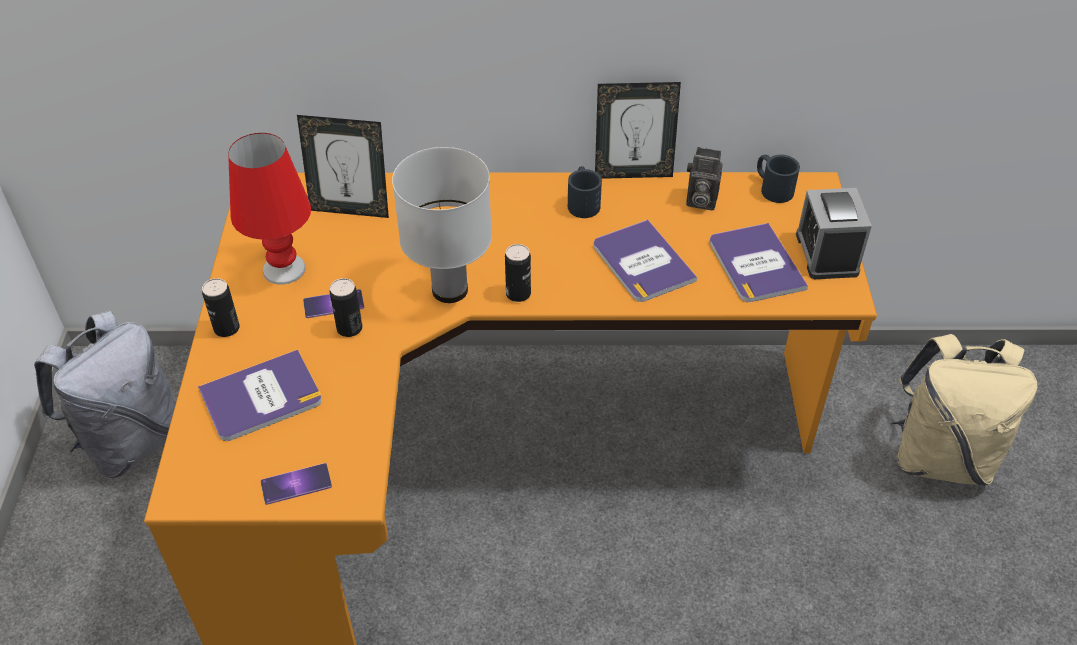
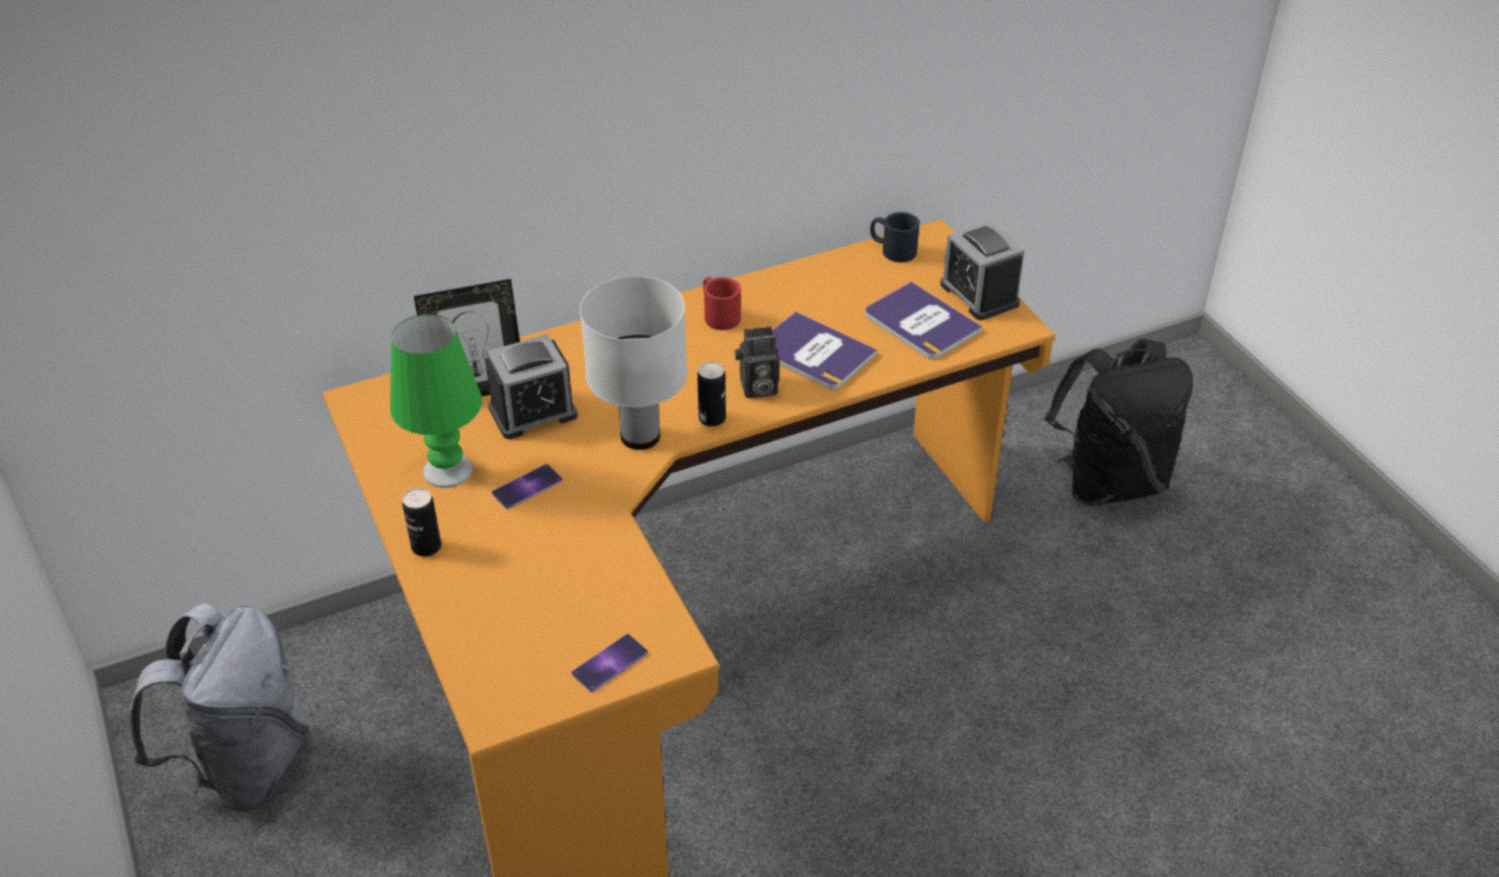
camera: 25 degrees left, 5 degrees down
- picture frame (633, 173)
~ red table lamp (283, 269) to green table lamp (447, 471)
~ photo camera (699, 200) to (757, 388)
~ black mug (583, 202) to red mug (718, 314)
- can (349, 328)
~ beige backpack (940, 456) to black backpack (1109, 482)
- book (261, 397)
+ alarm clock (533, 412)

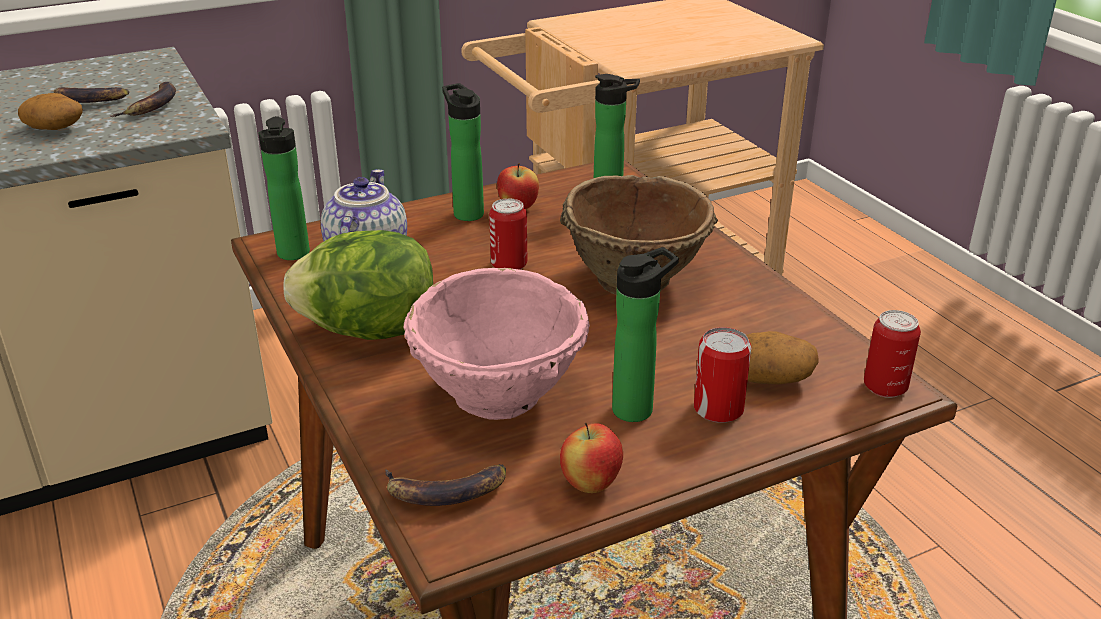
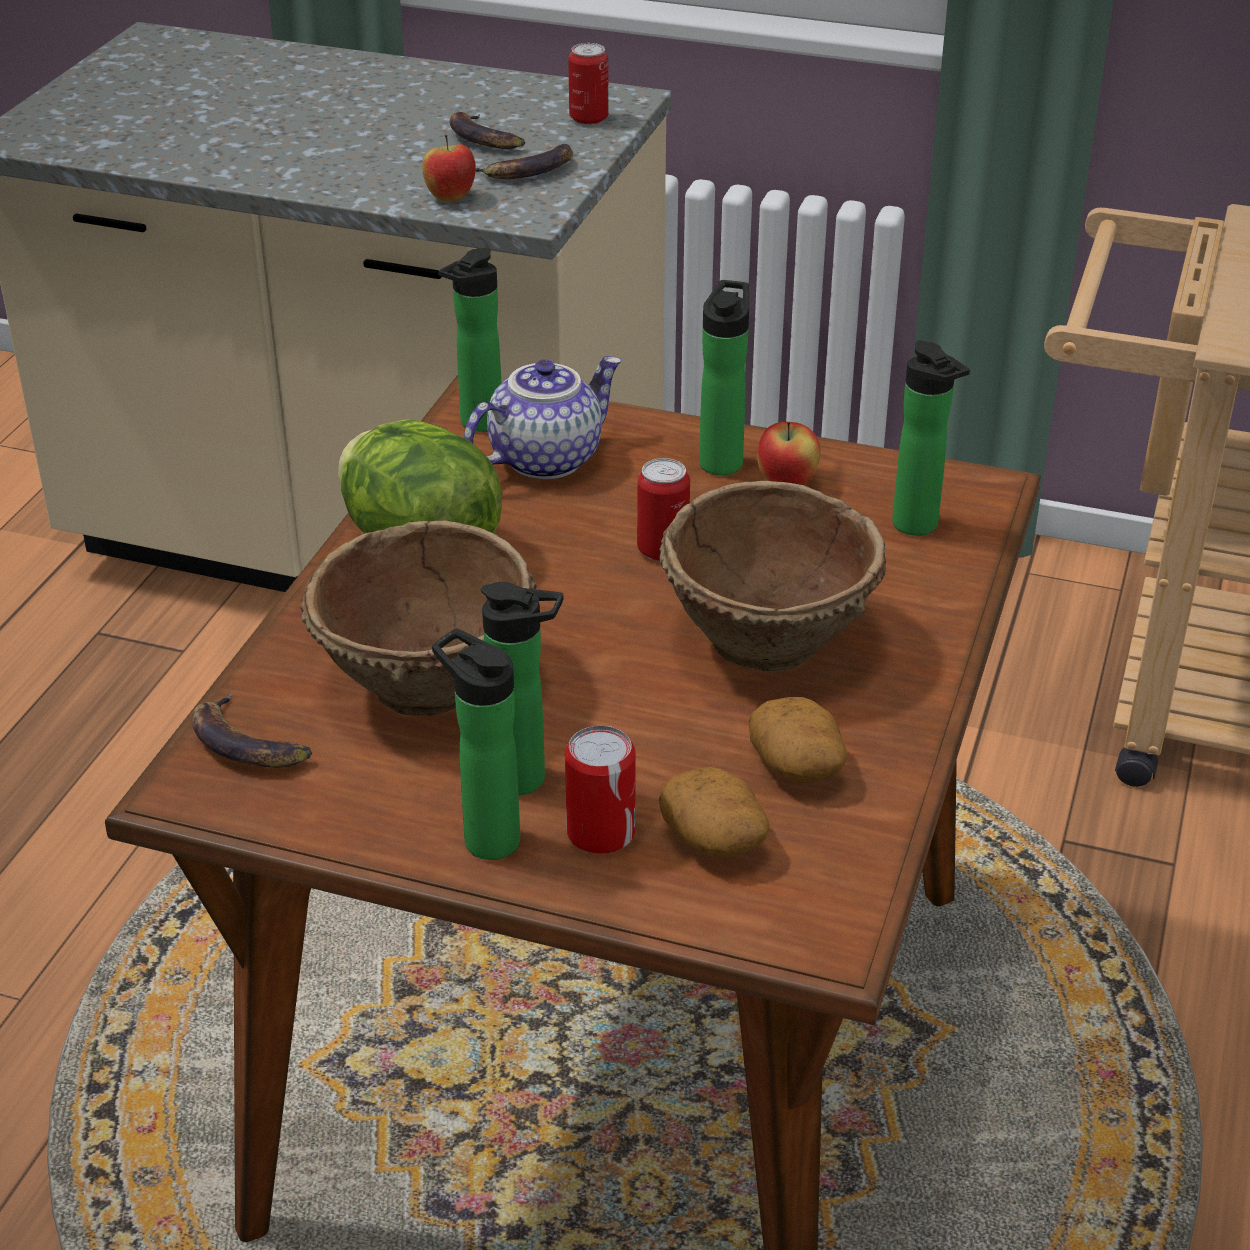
camera: 45 degrees right, 5 degrees up
~ potato (56, 128) to (798, 765)
~ pink bowl (501, 396) to brown bowl (427, 687)
~ can (885, 387) to (589, 118)
~ apple (590, 484) to (450, 198)
+ bottle (485, 837)

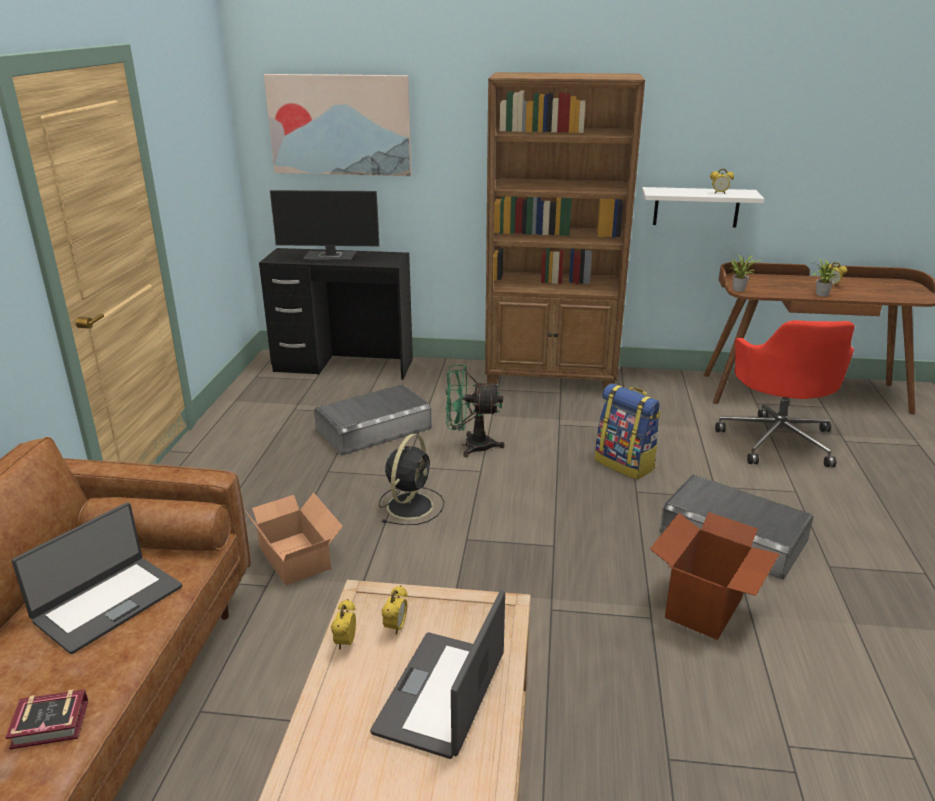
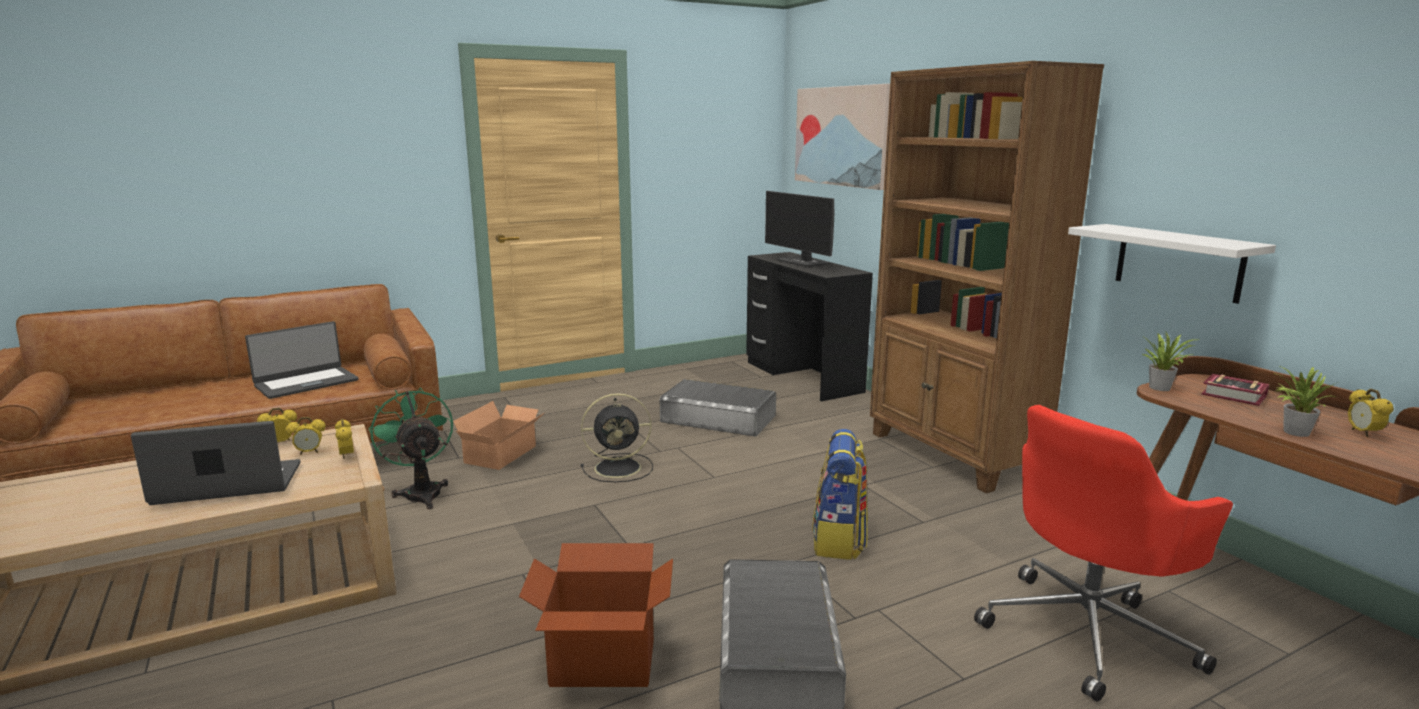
camera: 55 degrees right, 10 degrees down
~ alarm clock (719, 193) to (347, 455)
~ green fan (470, 446) to (421, 492)
~ laptop (107, 603) = (306, 383) 45 degrees counterclockwise
~ book (53, 725) to (1236, 396)

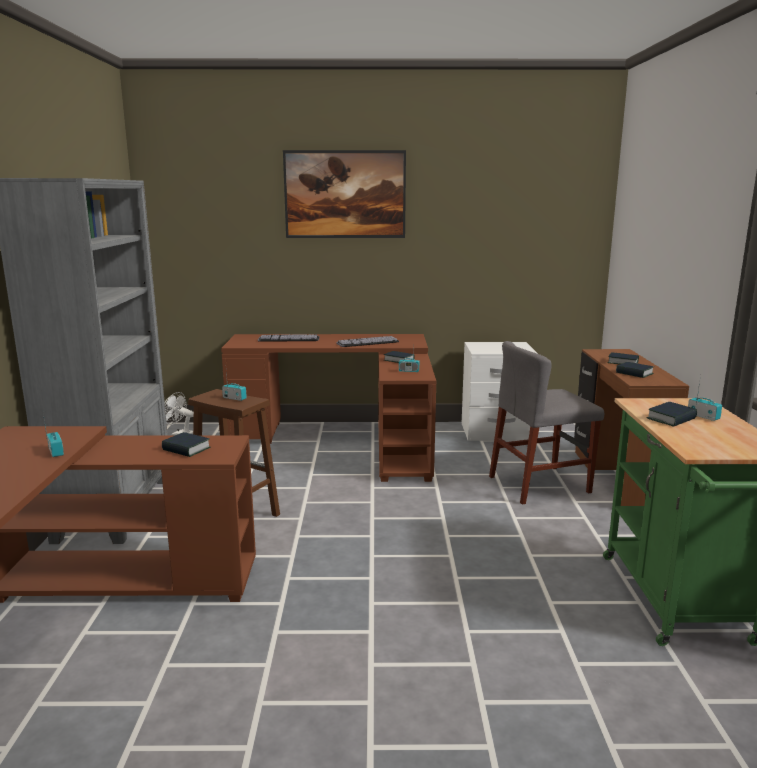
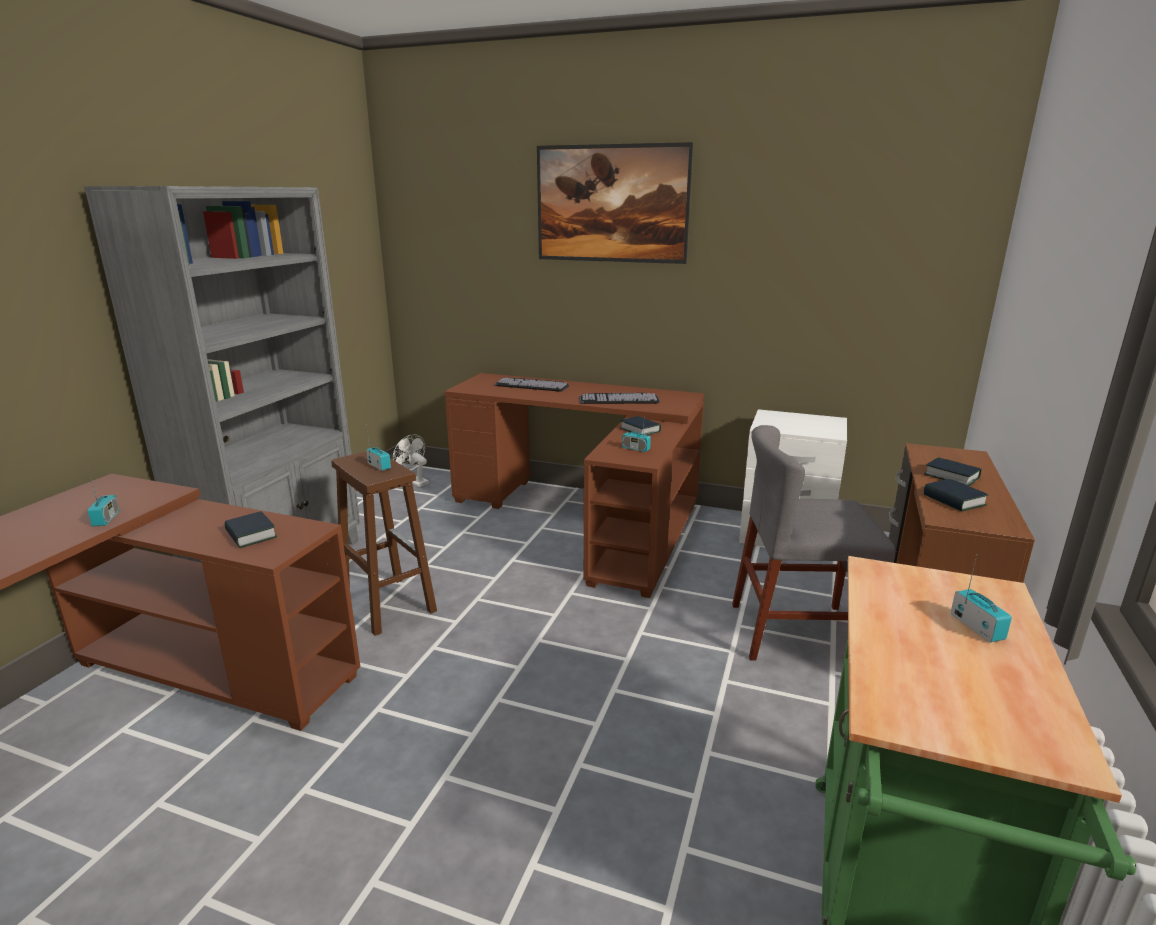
camera: 20 degrees right, 5 degrees up
- book (671, 419)

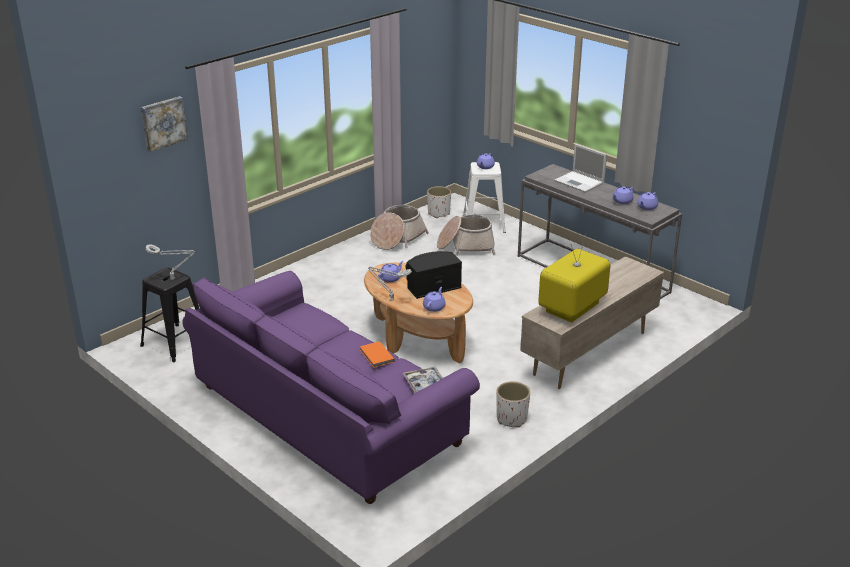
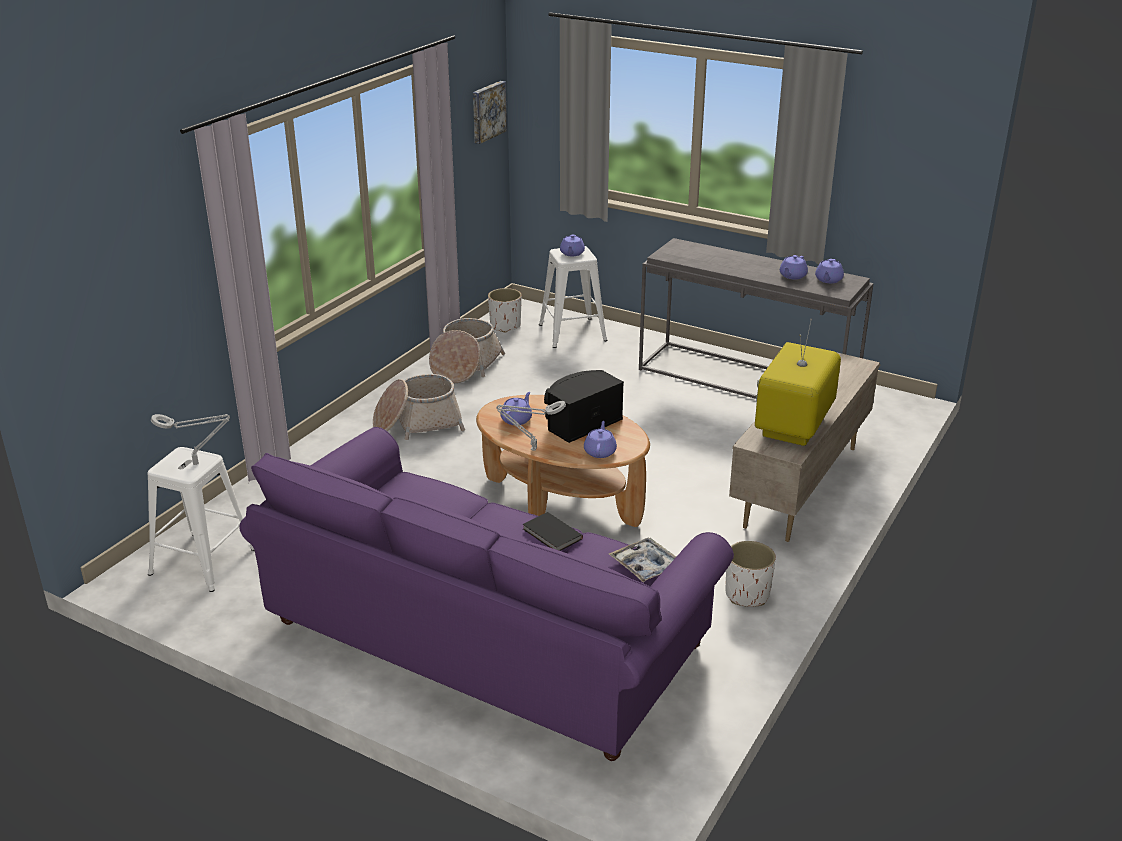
camera: 15 degrees left, 0 degrees up
~ picture (163, 123) to (487, 111)
- laptop (580, 182)
~ basket (465, 246) to (417, 423)
~ black stool (175, 342) to white stool (202, 560)
~ orange book (376, 356) to black book (551, 535)

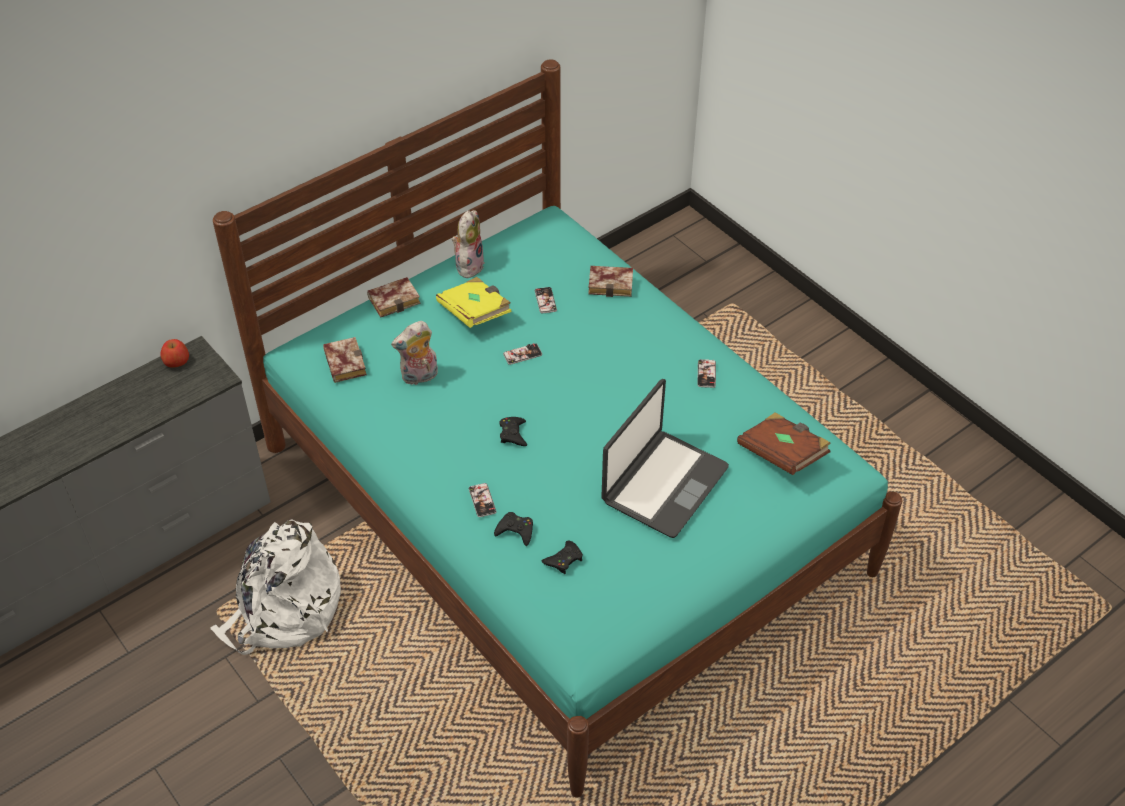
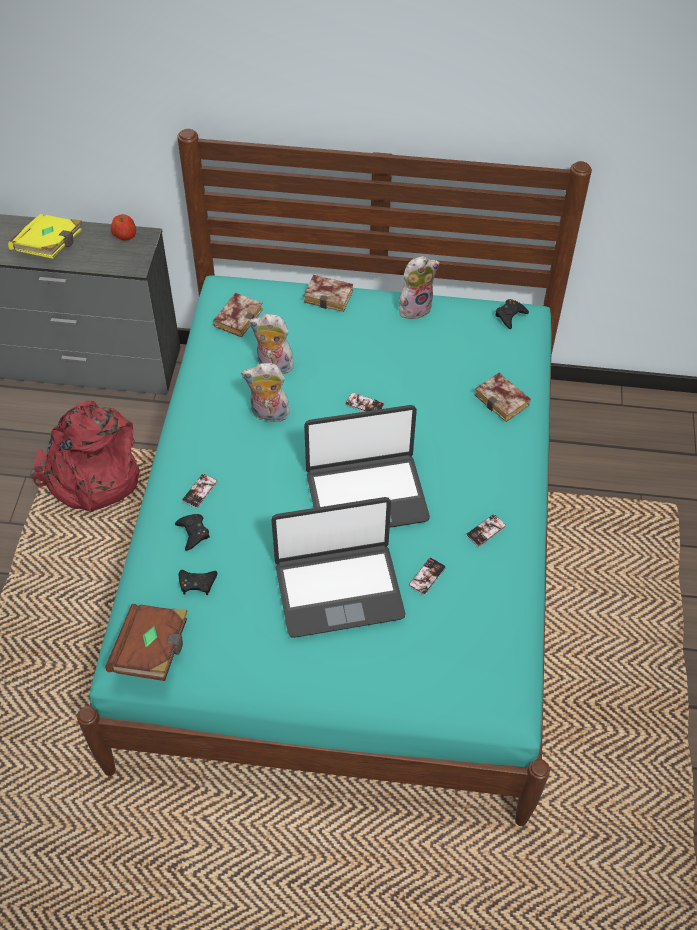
camera: 45 degrees right, 5 degrees up
~ yellow book (475, 313) to (50, 247)
~ phone (545, 300) to (427, 576)
~ brown book (782, 454) to (152, 650)
~ black game controller (513, 434) to (510, 316)
~ white backpack (284, 611) to red backpack (91, 476)
+ plush toy (268, 414)
+ laptop (366, 495)

